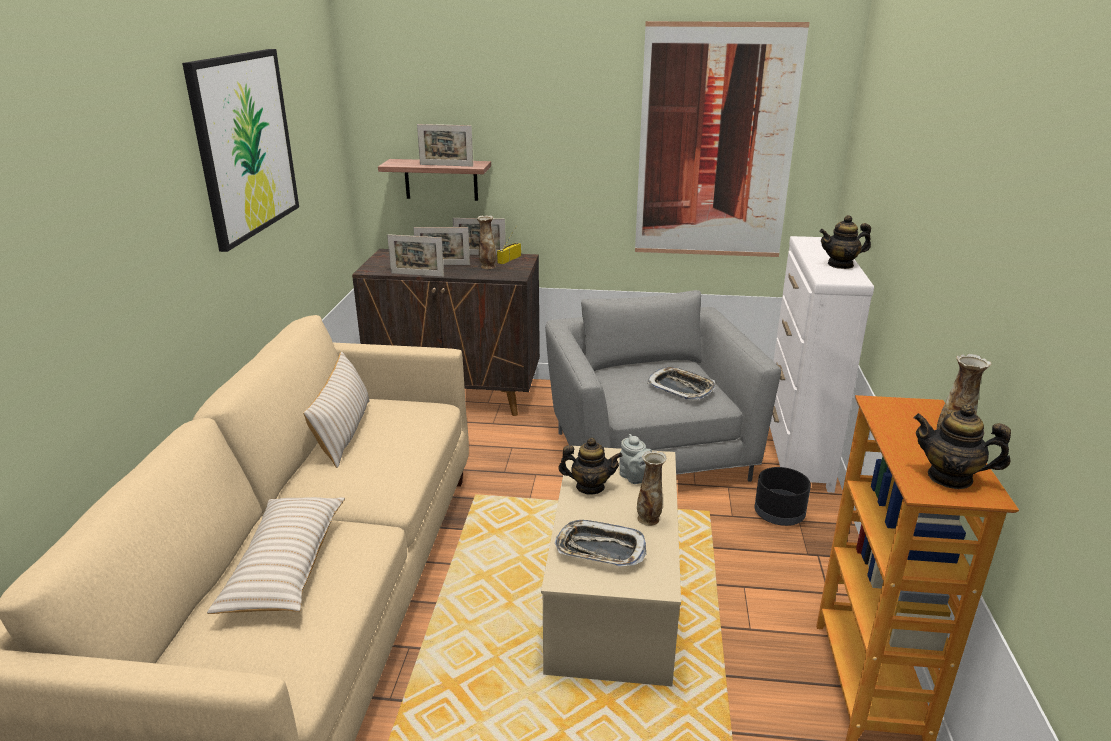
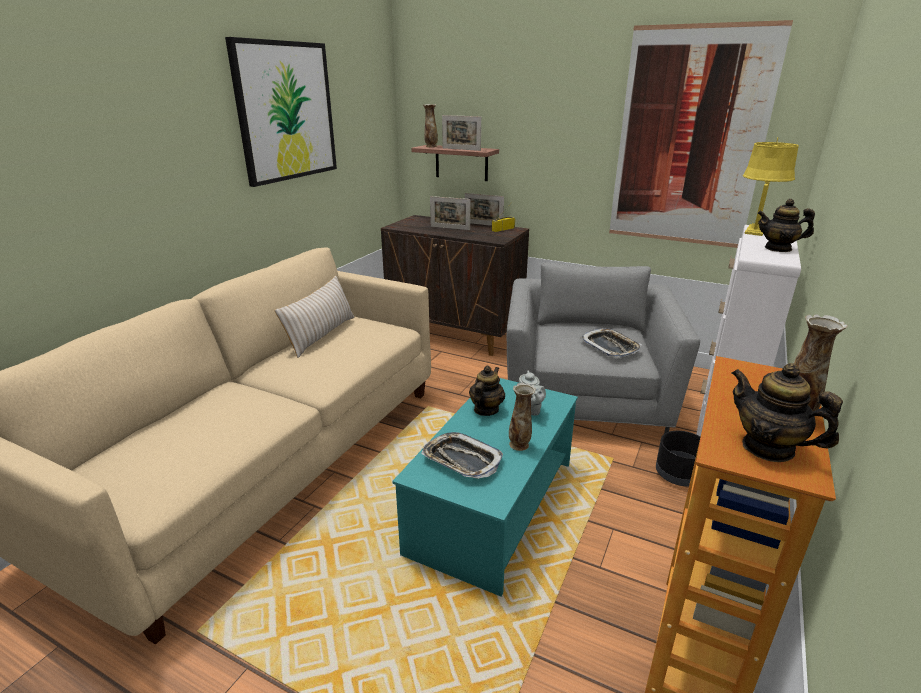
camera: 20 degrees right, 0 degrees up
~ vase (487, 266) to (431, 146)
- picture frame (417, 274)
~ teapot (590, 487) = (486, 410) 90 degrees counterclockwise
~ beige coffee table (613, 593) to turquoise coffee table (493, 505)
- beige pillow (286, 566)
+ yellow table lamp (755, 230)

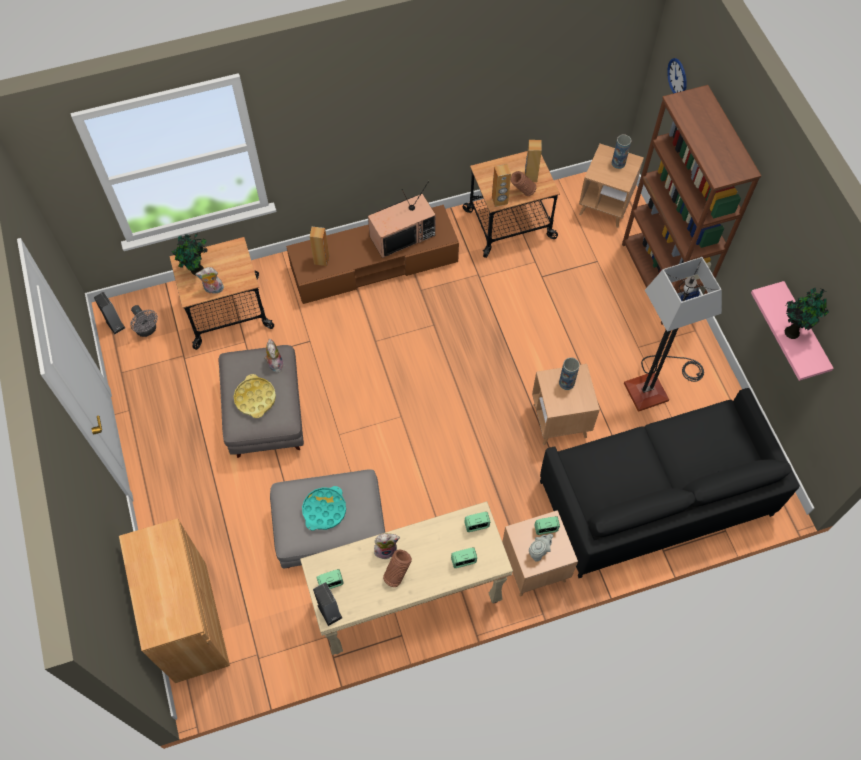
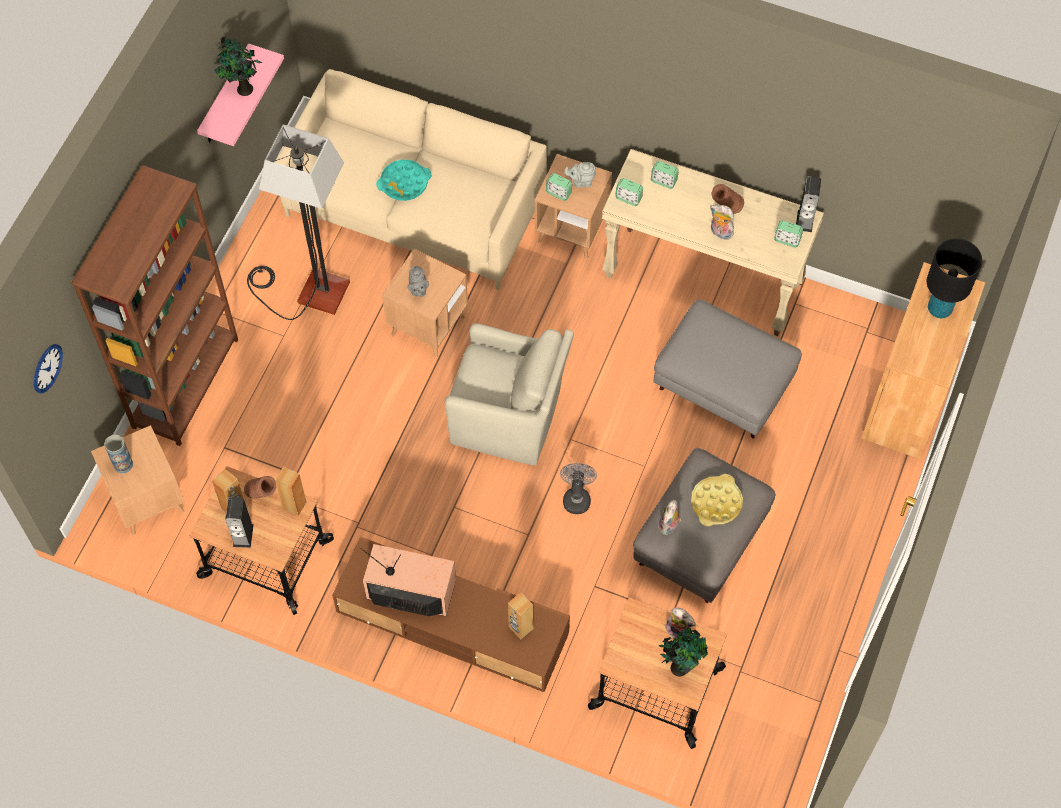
camera: 140 degrees left, 0 degrees up
~ speaker (115, 324) to (243, 535)
~ grey fan (147, 330) to (576, 497)
~ vase (566, 383) to grey teapot (418, 290)
~ black sofa (654, 497) to beige sofa (415, 207)
~ turquoise tray (324, 510) to (404, 183)
+ black table lamp (939, 309)
+ beige armchair (509, 419)

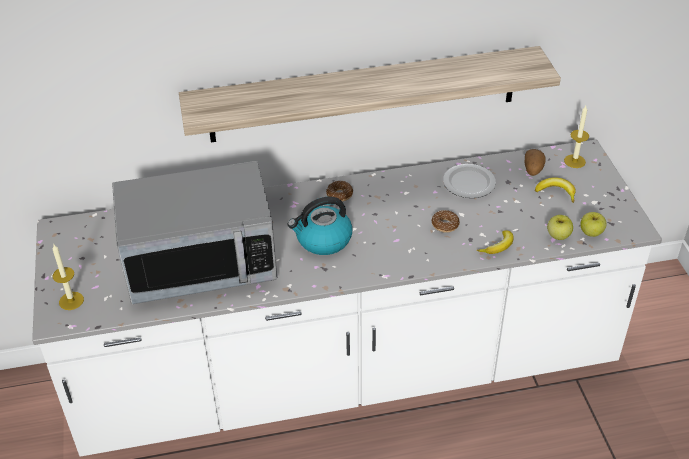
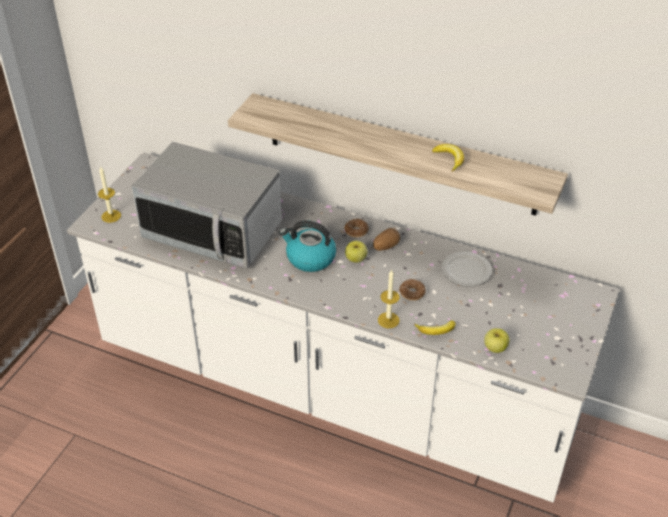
camera: 35 degrees right, 0 degrees up
~ candle (574, 161) to (388, 320)
~ potato (533, 169) to (385, 246)
~ banana (556, 192) to (449, 159)
~ apple (591, 233) to (356, 259)

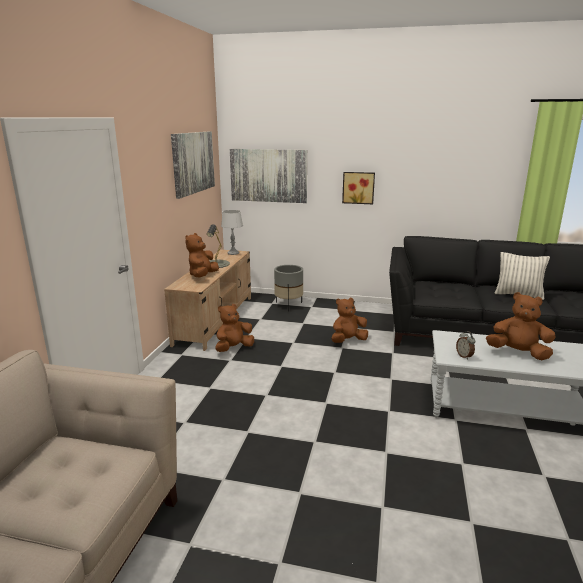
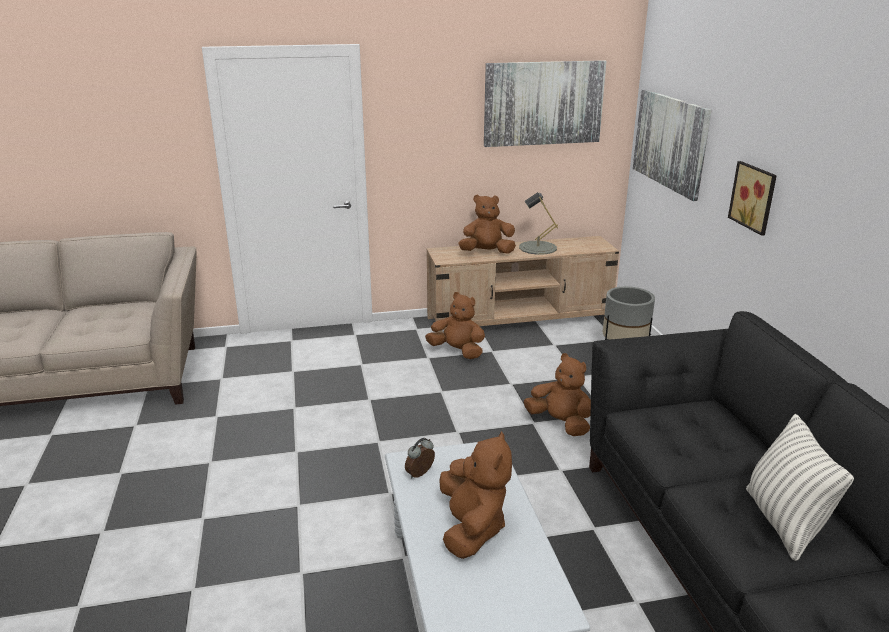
camera: 65 degrees right, 5 degrees up
- grey table lamp (233, 253)

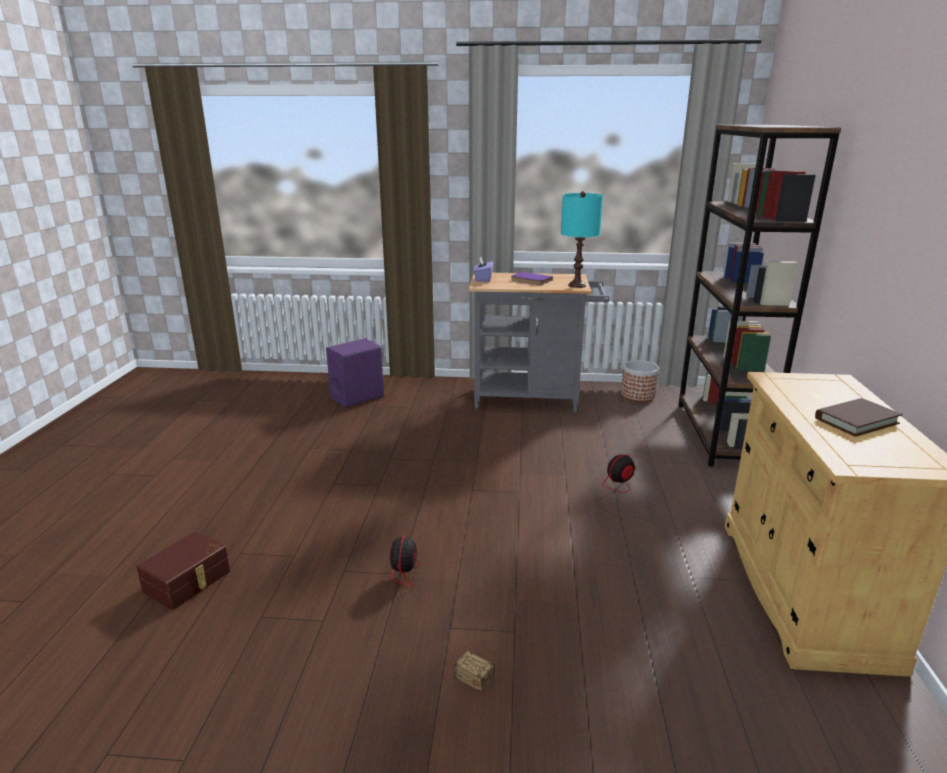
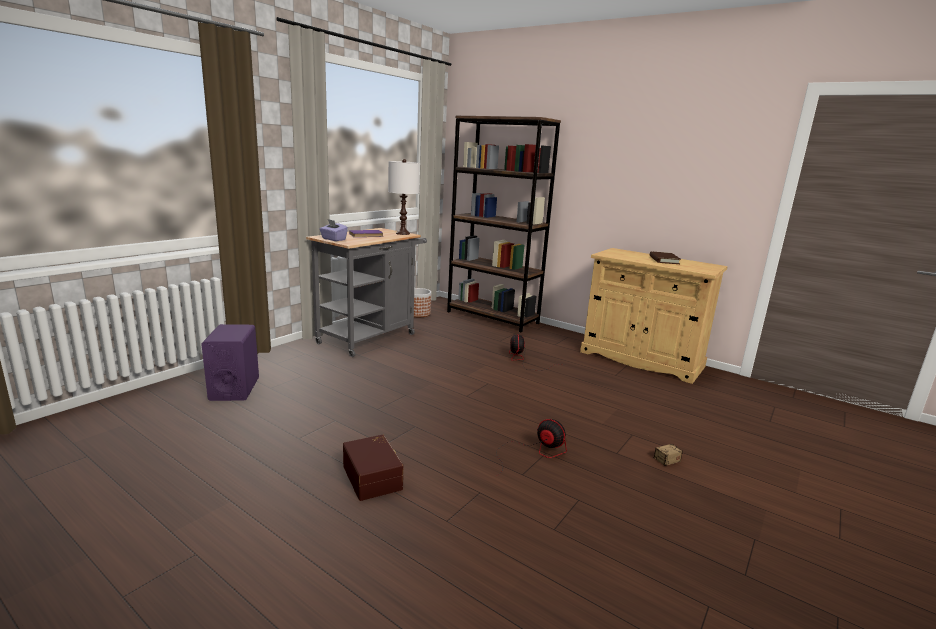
camera: 60 degrees left, 5 degrees down
~ turquoise table lamp (577, 285) to white table lamp (403, 233)
~ brown storage box (189, 581) to (373, 477)

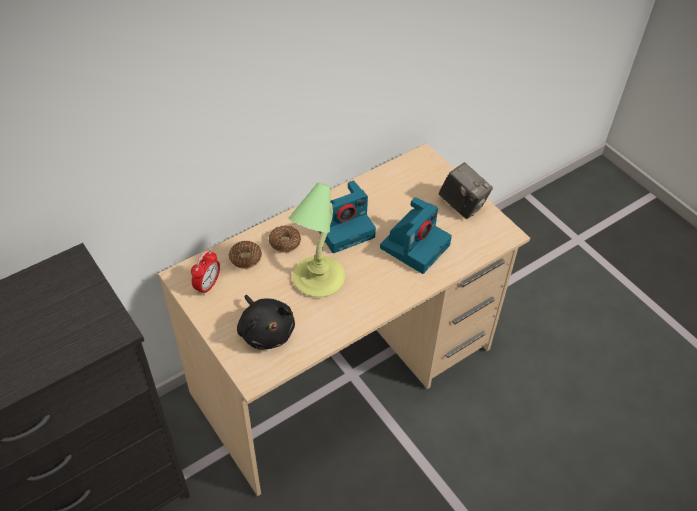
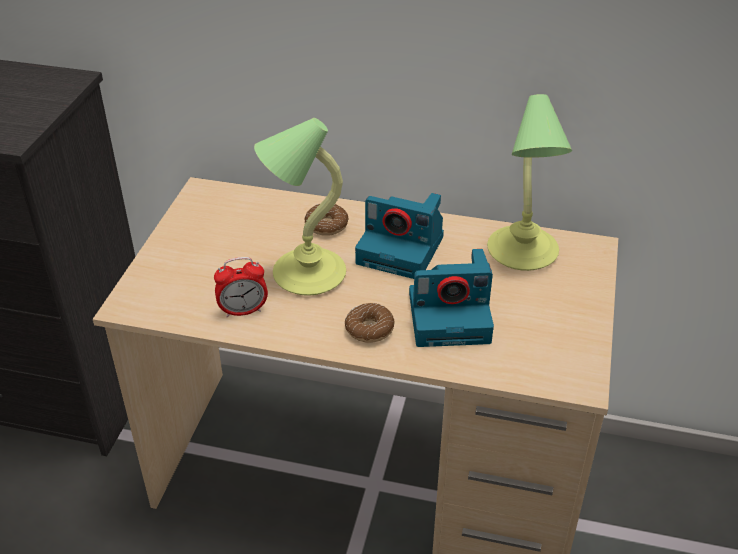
camera: 50 degrees right, 10 degrees down
- photo camera (462, 205)
~ donut (245, 258) to (369, 329)
~ alarm clock (208, 285) to (243, 311)
- black plush toy (266, 331)
+ table lamp (522, 252)

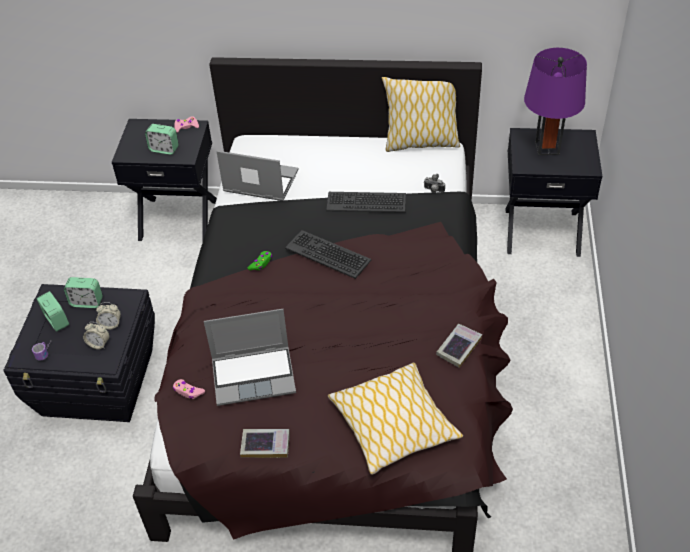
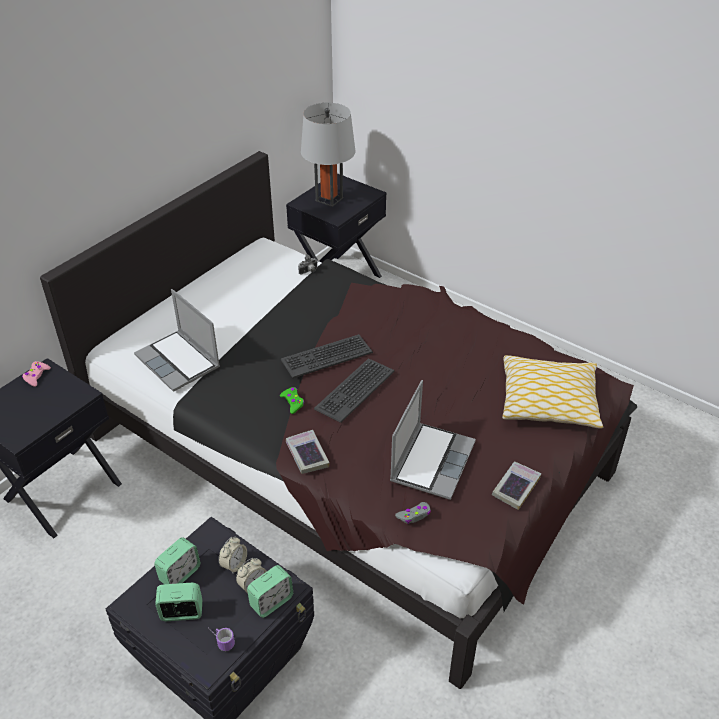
camera: 60 degrees left, 5 degrees down
~ purple table lamp (547, 147) to grey table lamp (329, 199)
- pillow (421, 143)
~ alarm clock (164, 149) to (271, 602)
~ laptop (259, 182) = (179, 362) 90 degrees counterclockwise
~ keyboard (366, 202) to (354, 390)
~ book (458, 347) to (307, 455)
~ pink game controller (188, 392) to grey game controller (414, 515)

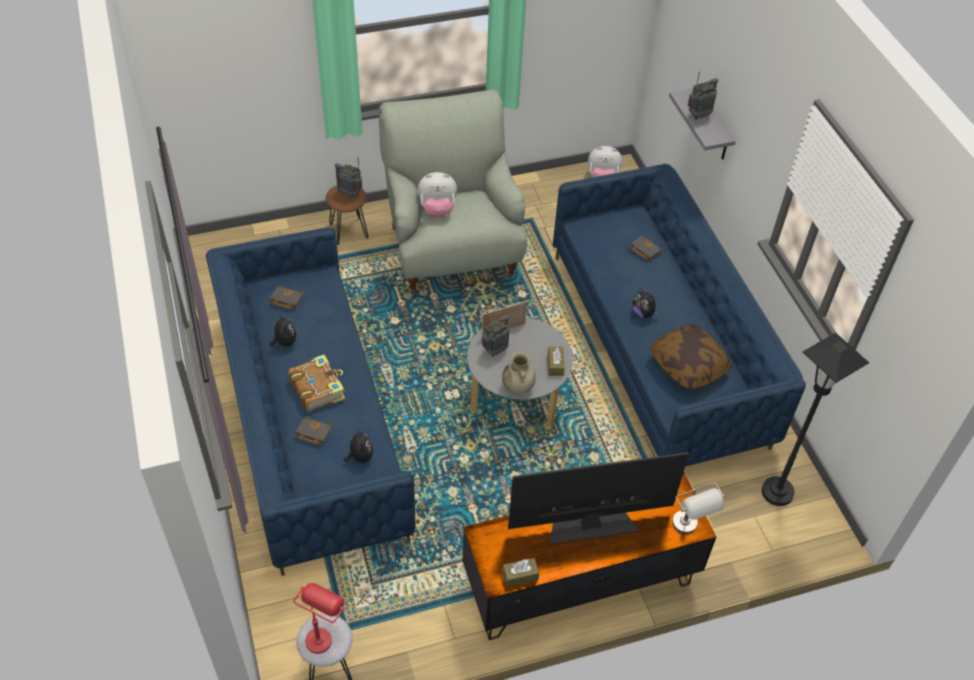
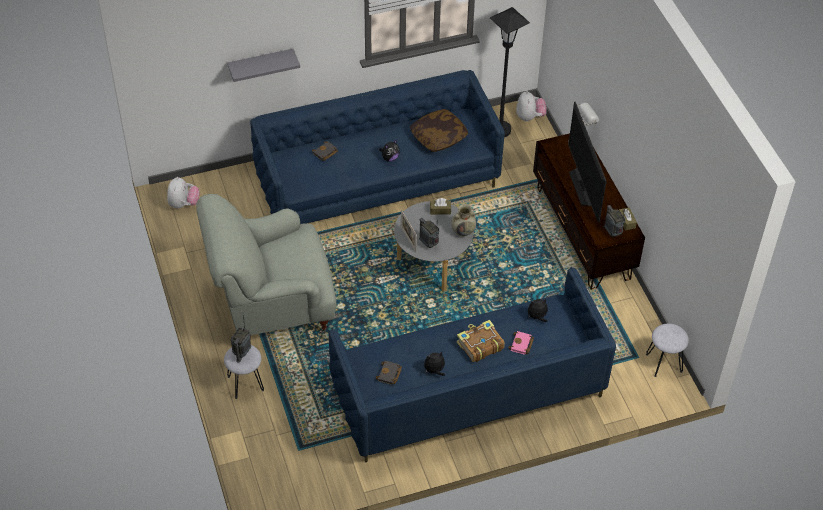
camera: 90 degrees left, 0 degrees up
~ radio (699, 116) to (612, 233)
~ plush toy (437, 209) to (529, 117)
~ brown stool (348, 230) to grey stool (245, 383)
~ black book (312, 433) to pink book (521, 345)
- red table lamp (323, 633)

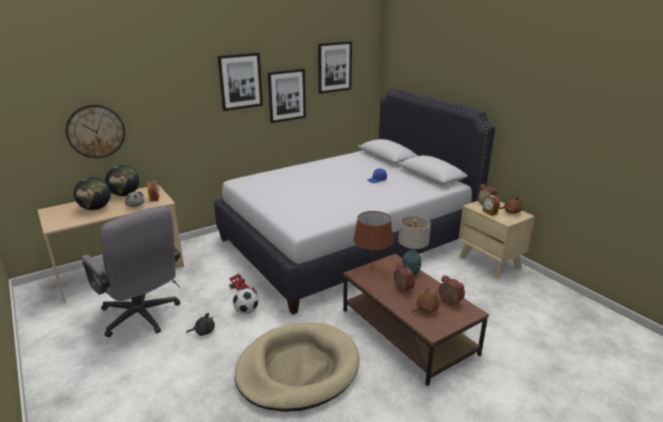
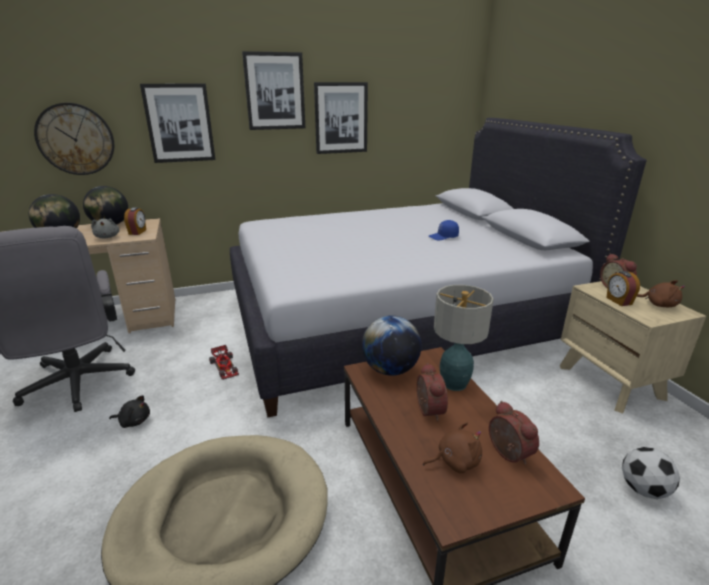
camera: 15 degrees right, 0 degrees up
~ picture (334, 67) to (179, 123)
~ brown table lamp (372, 270) to globe (390, 370)
~ football (246, 311) to (643, 489)

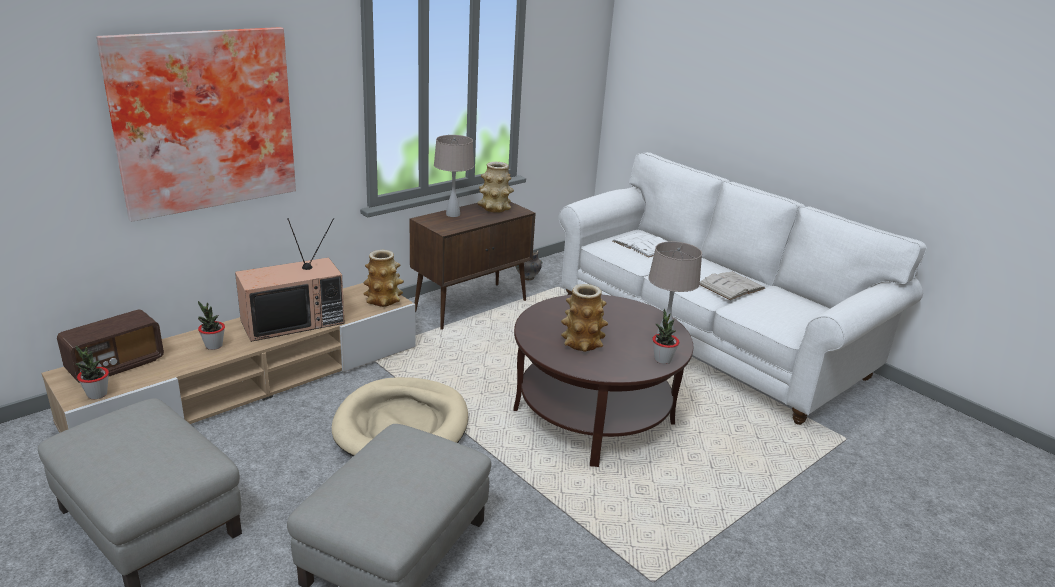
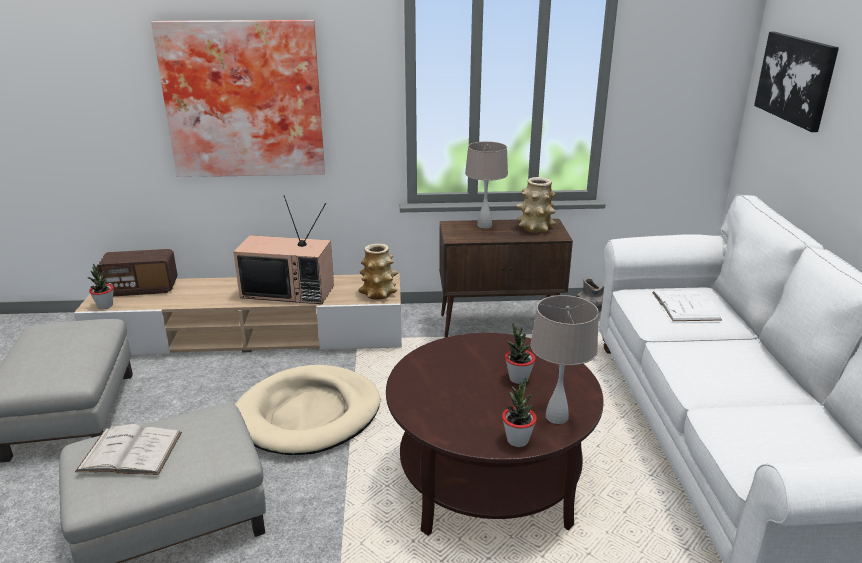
camera: 40 degrees right, 0 degrees up
~ white book (731, 286) to (130, 451)
- vase (582, 343)
~ potted plant (213, 346) to (518, 378)
+ picture (795, 79)

